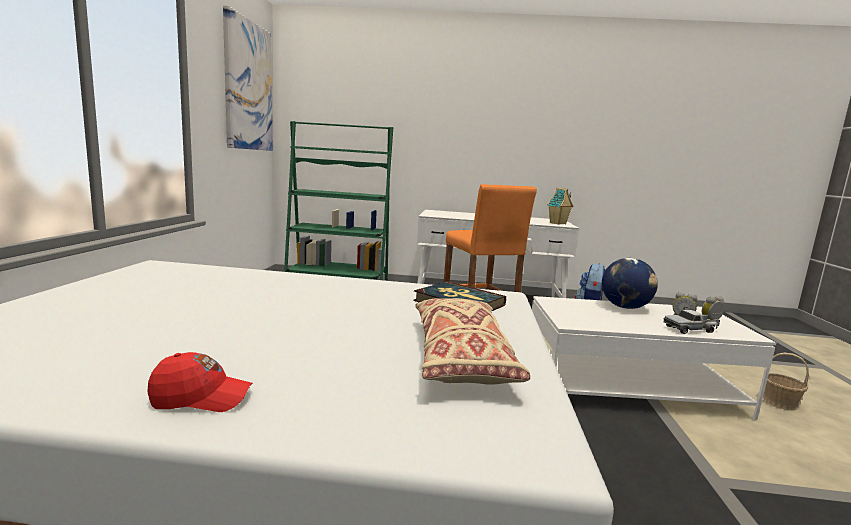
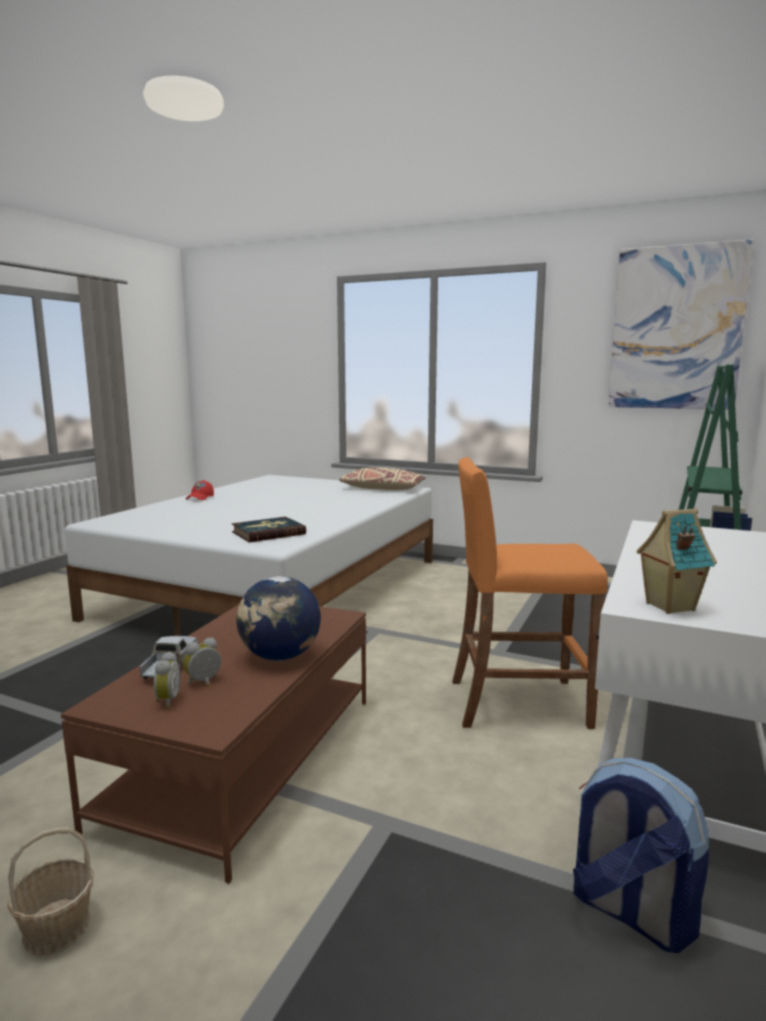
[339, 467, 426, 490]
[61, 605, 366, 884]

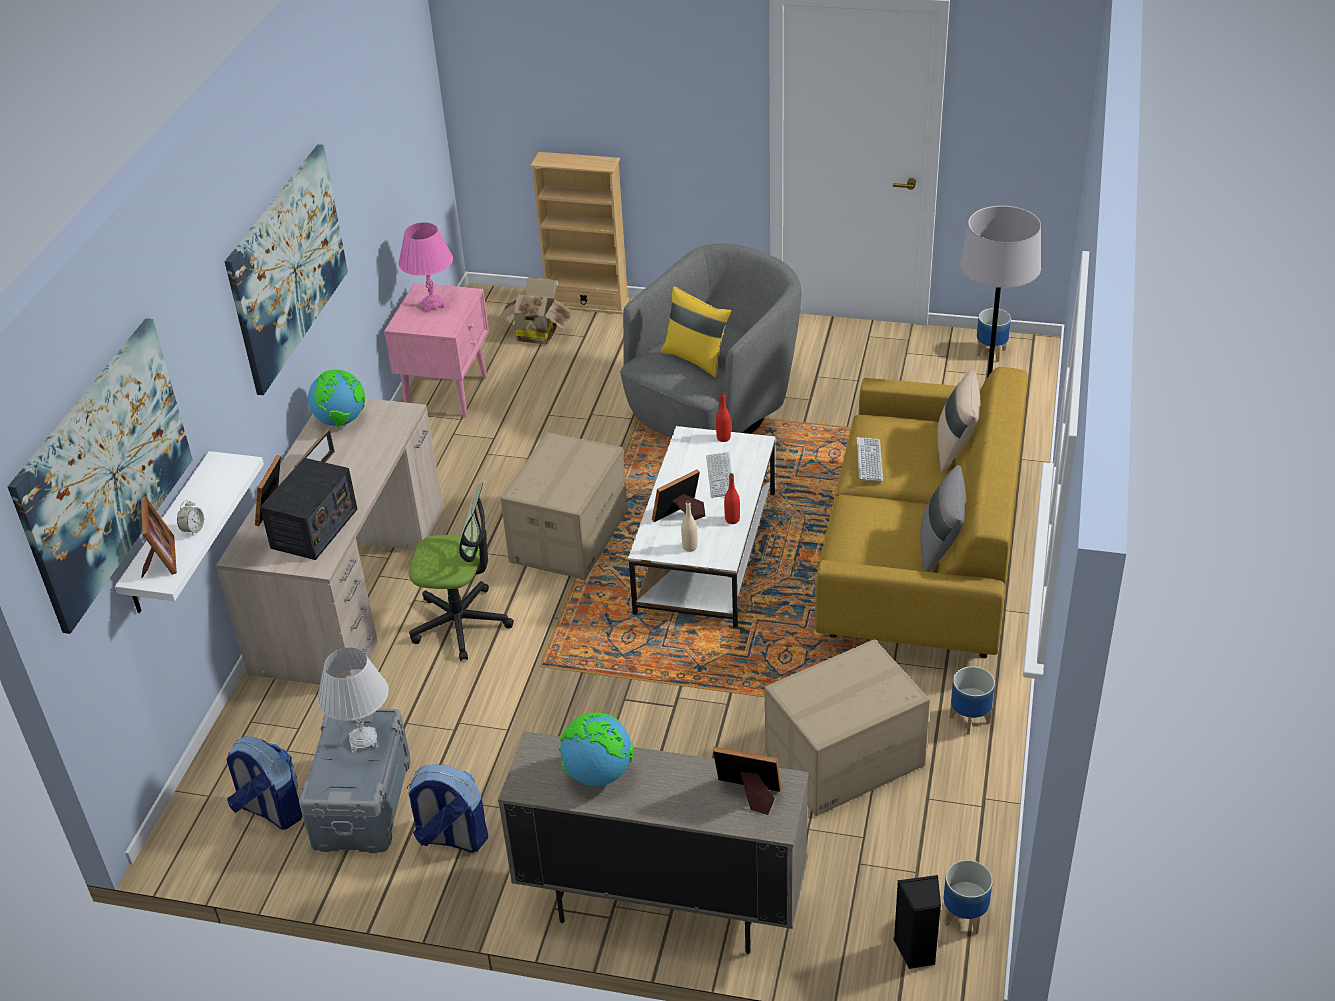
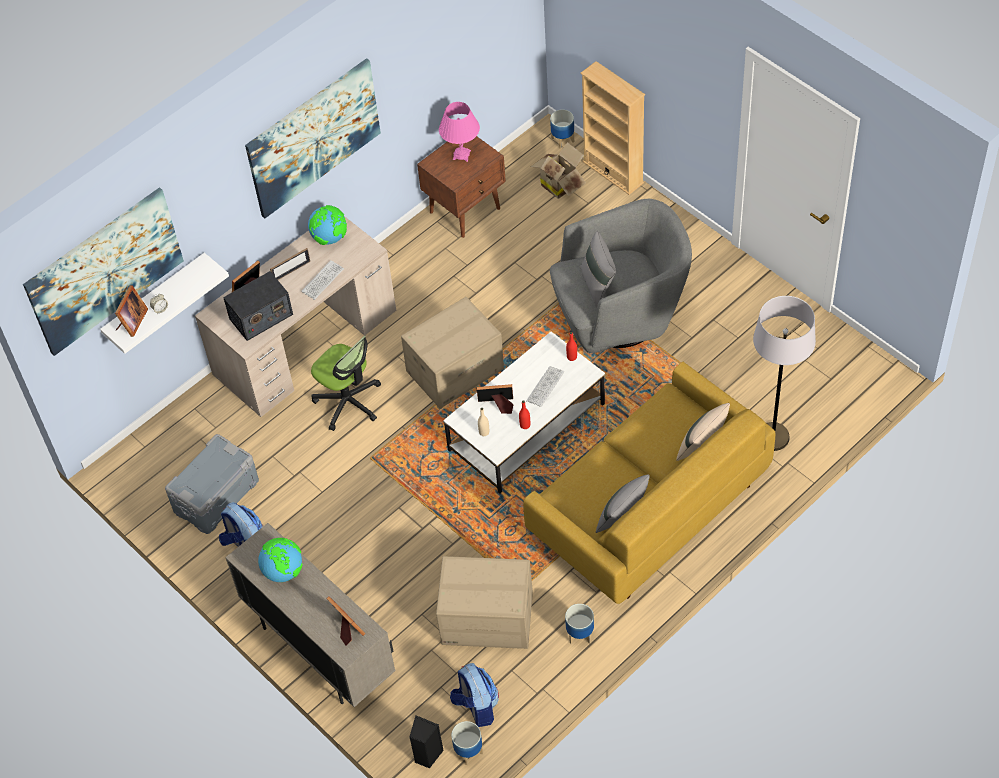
[450, 663, 499, 727]
[317, 648, 389, 753] (first image)
[417, 136, 506, 238]
[580, 231, 616, 307]
[301, 260, 344, 300]
[550, 109, 574, 149]

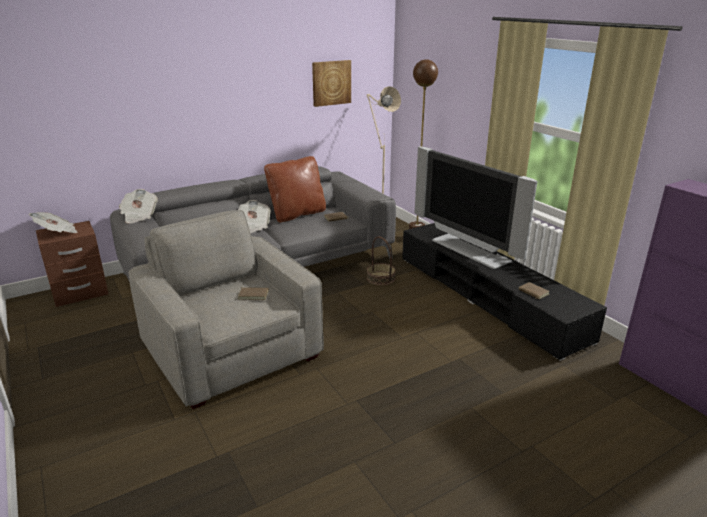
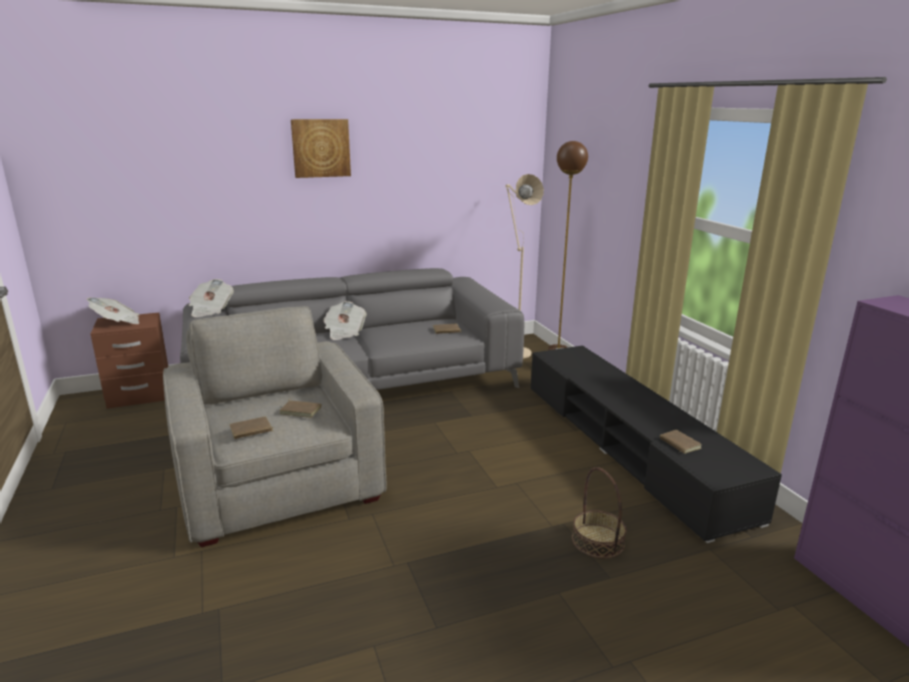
[264, 156, 326, 223] (first image)
[291, 119, 351, 178]
[572, 467, 627, 559]
[415, 146, 538, 269] (first image)
[229, 416, 273, 439]

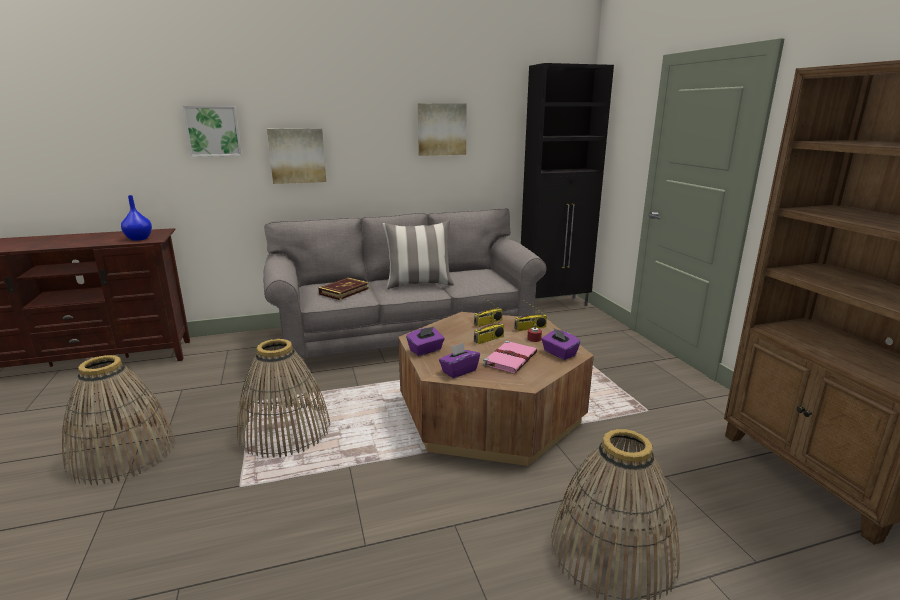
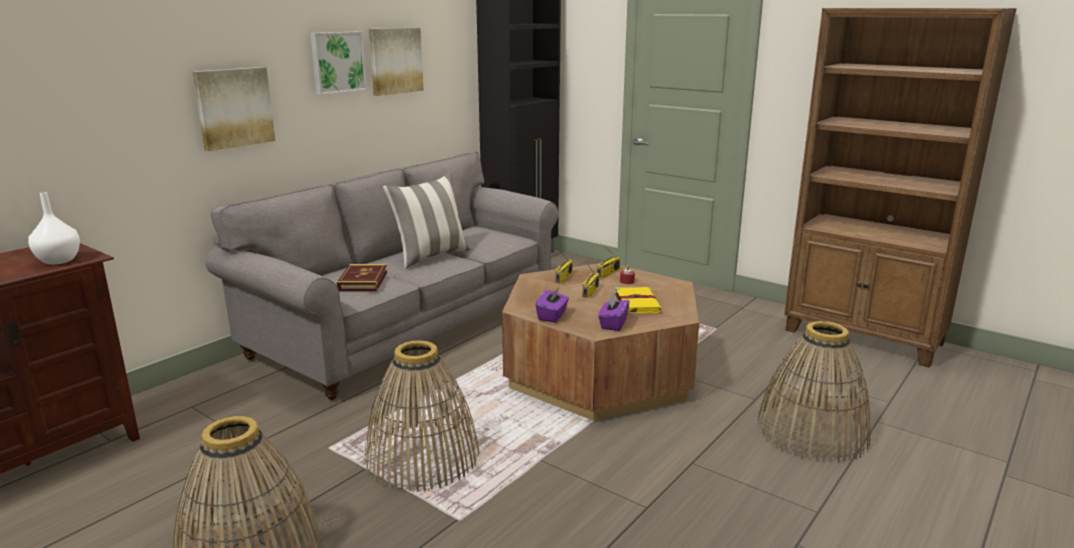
[28, 192, 80, 265]
[310, 31, 367, 95]
[614, 287, 662, 314]
[541, 328, 580, 360] (first image)

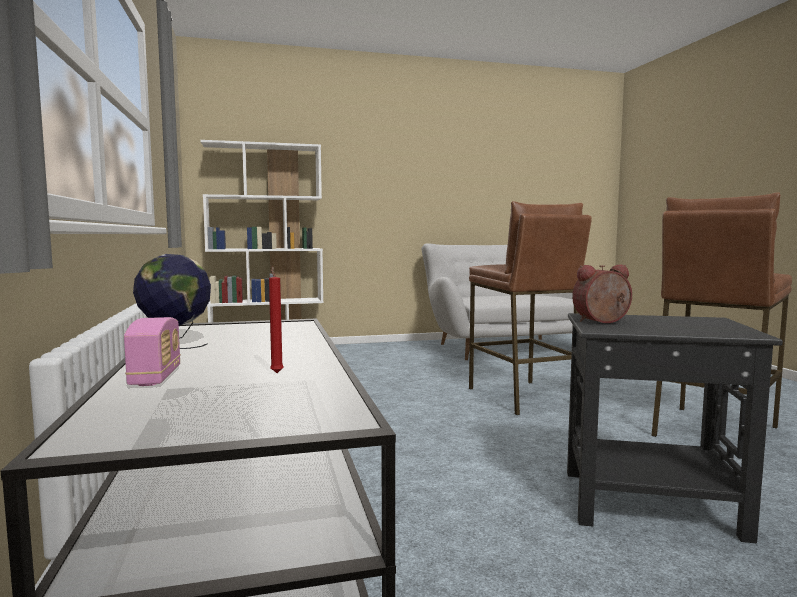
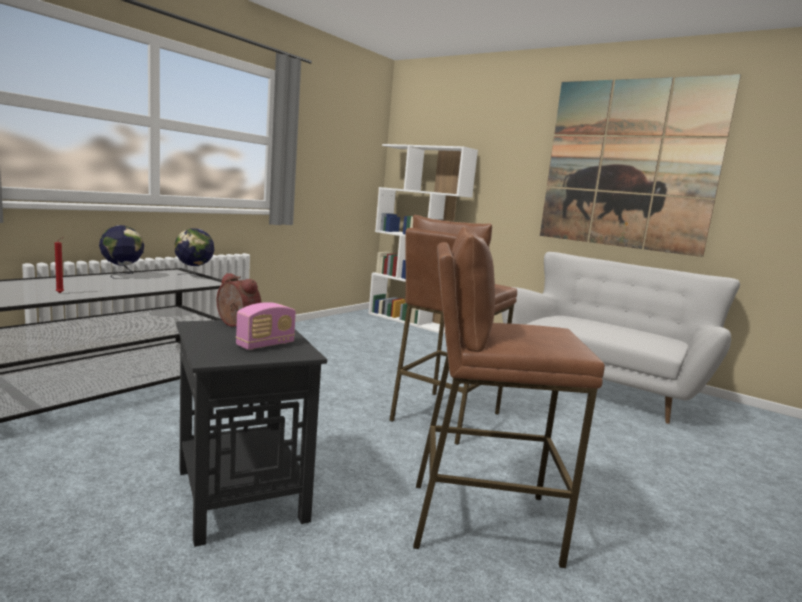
[236, 302, 296, 350]
[174, 228, 214, 277]
[540, 74, 741, 257]

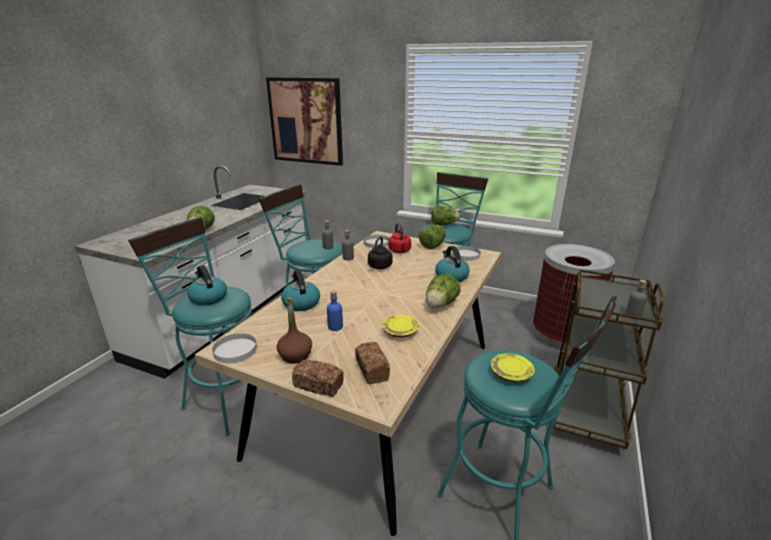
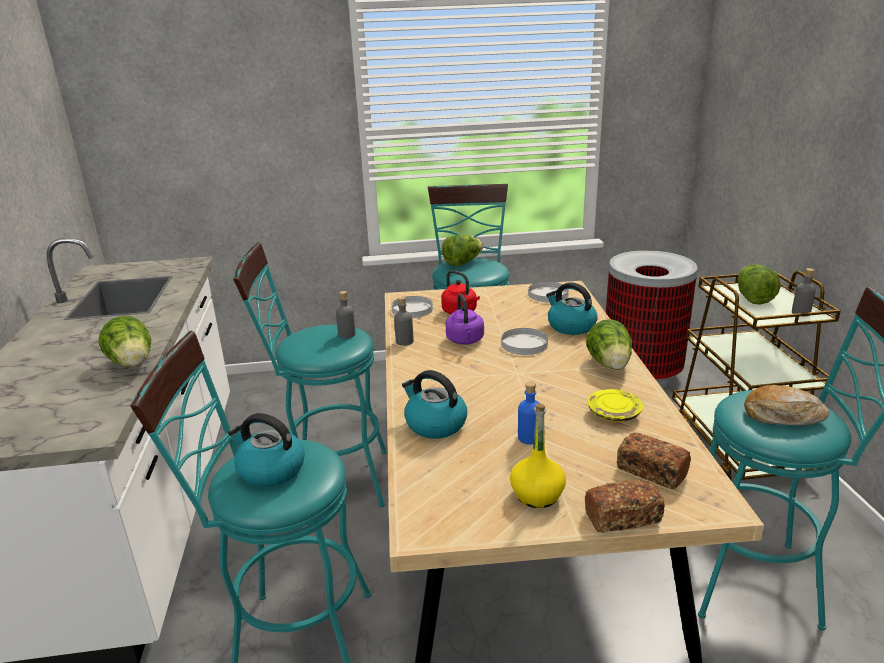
[501, 328, 548, 355]
[266, 77, 343, 166] (first image)
[510, 404, 566, 508]
[446, 294, 484, 345]
[738, 264, 781, 305]
[744, 385, 829, 426]

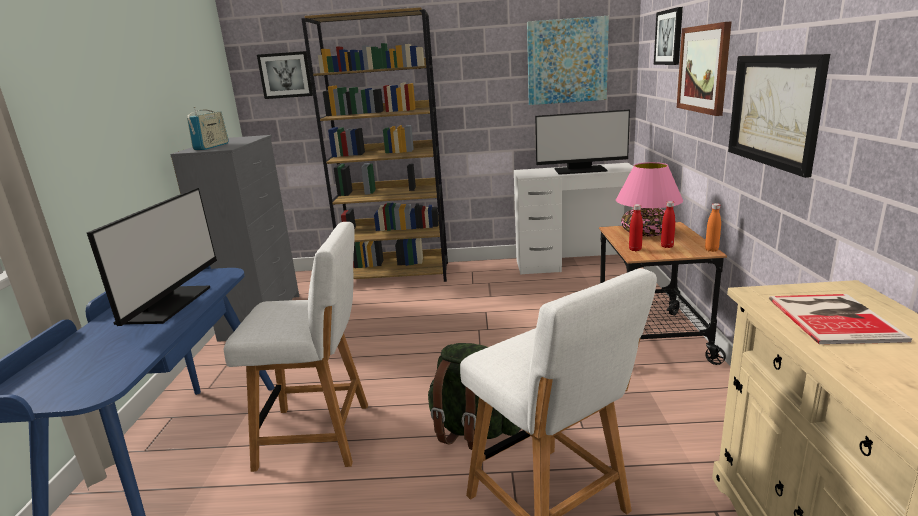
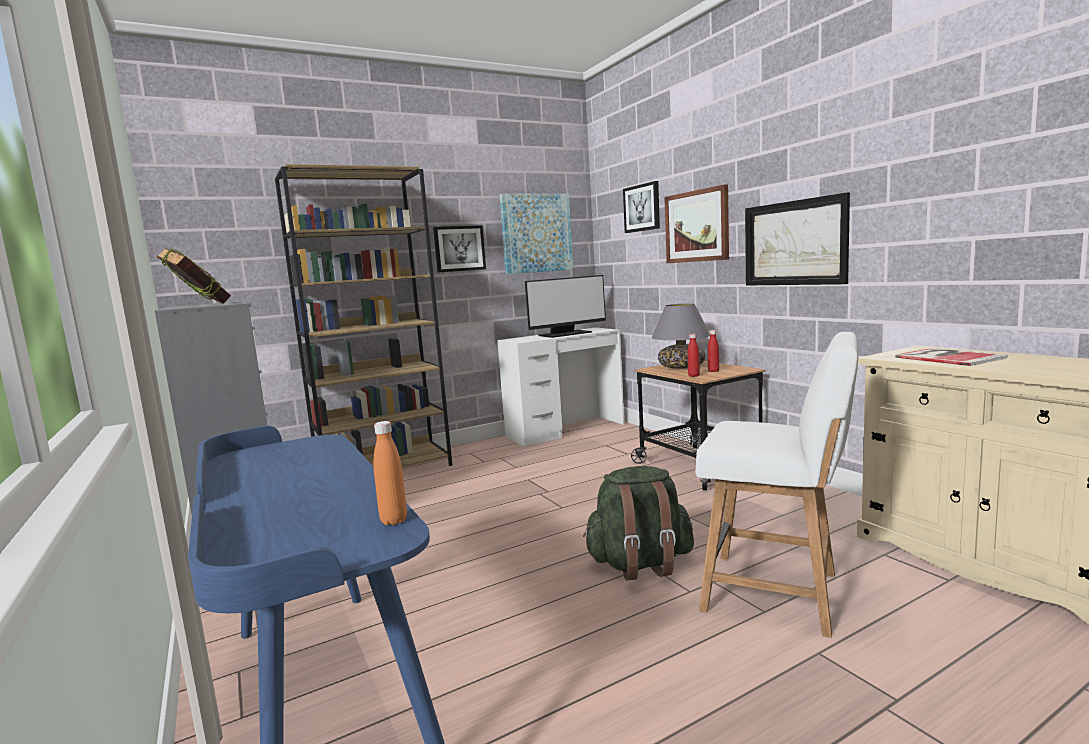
[87, 188, 217, 326] (first image)
[157, 247, 231, 304]
[224, 222, 368, 472] (first image)
[433, 225, 486, 273]
[652, 303, 710, 369]
[374, 421, 407, 525]

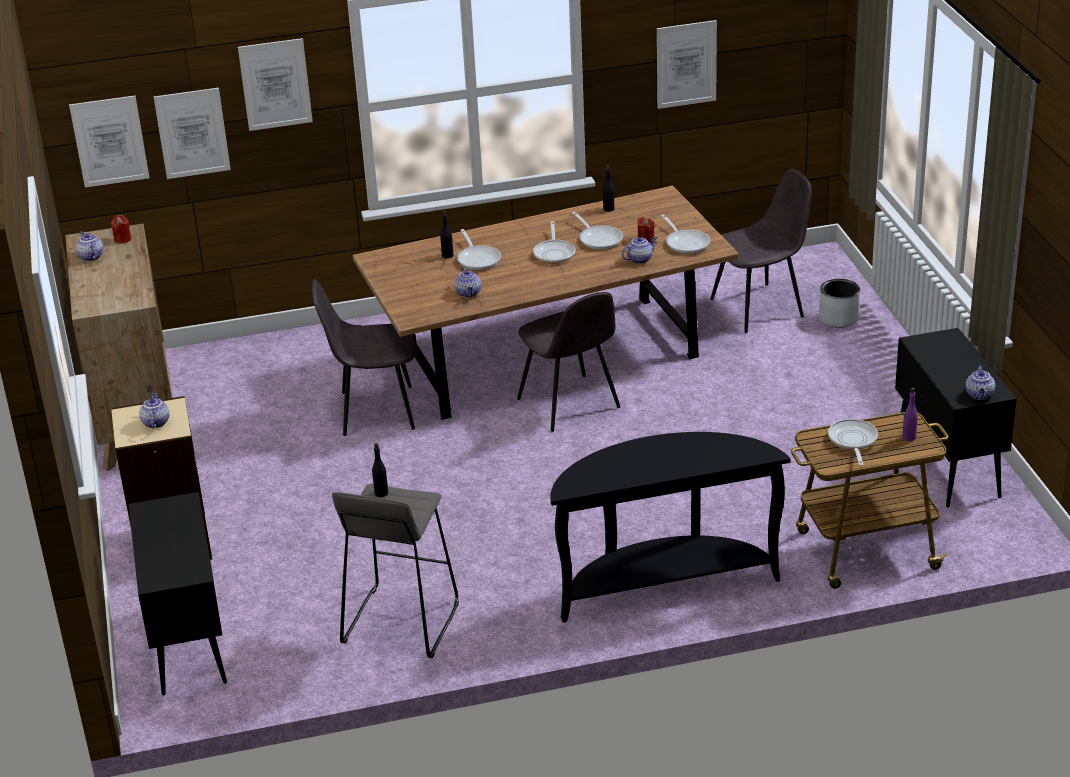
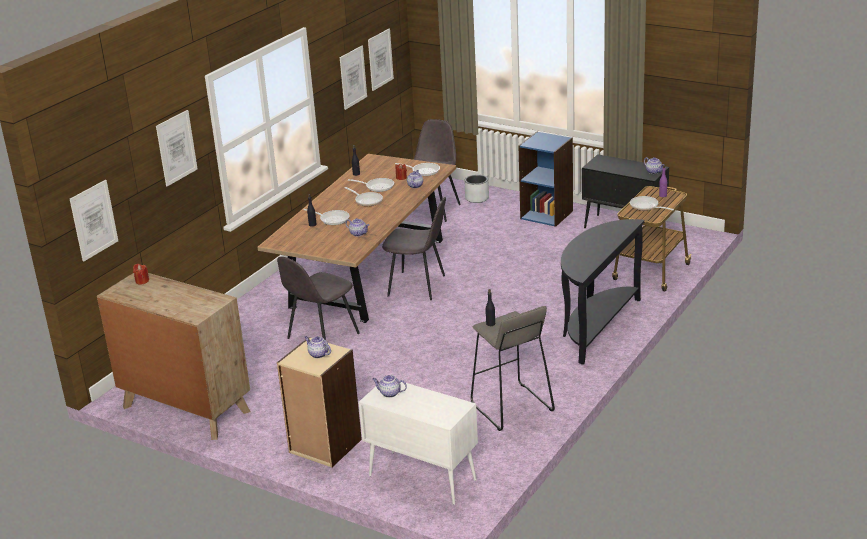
[372, 375, 407, 398]
[359, 382, 478, 505]
[368, 29, 394, 91]
[518, 132, 573, 227]

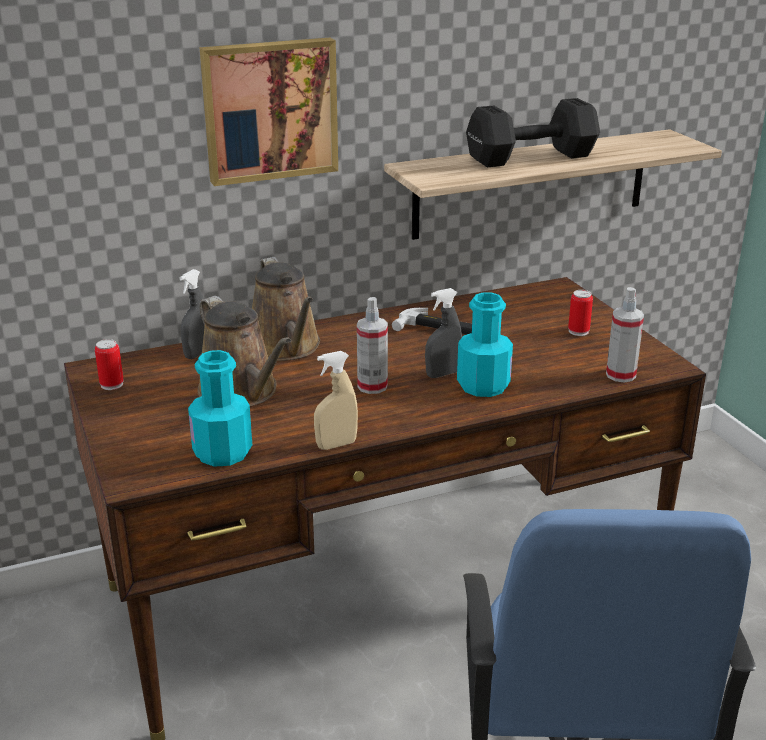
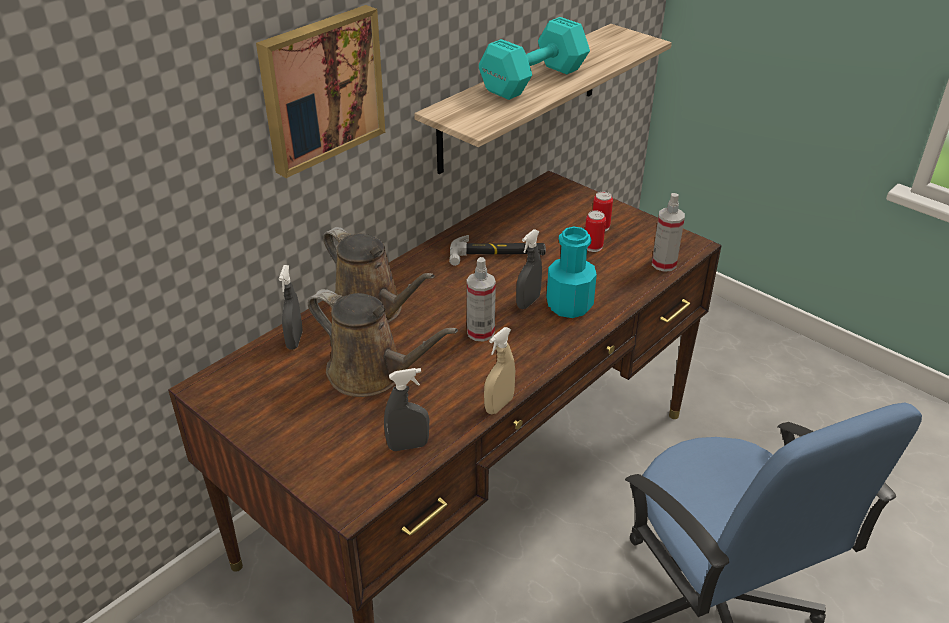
[585, 210, 606, 252]
[384, 368, 429, 451]
[479, 17, 590, 100]

